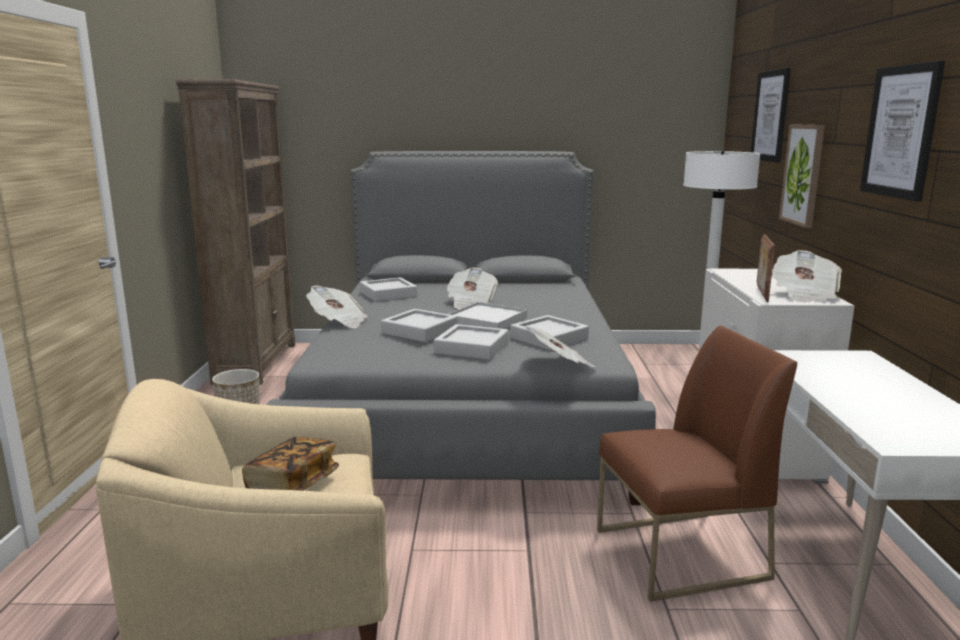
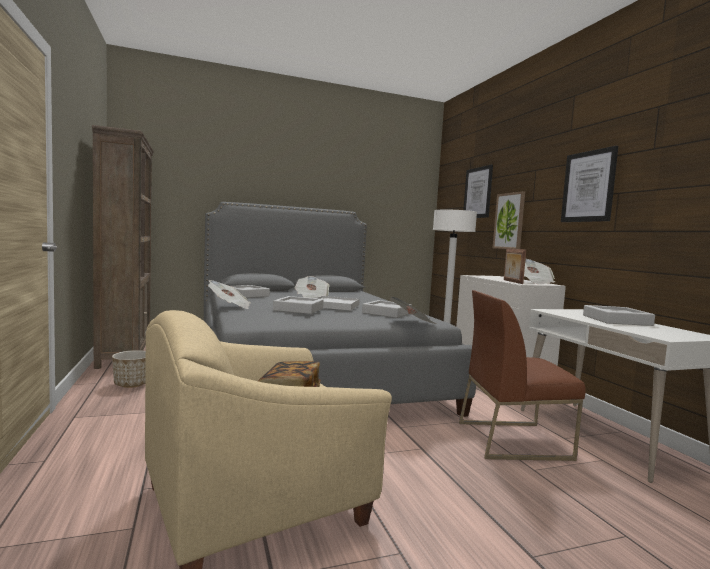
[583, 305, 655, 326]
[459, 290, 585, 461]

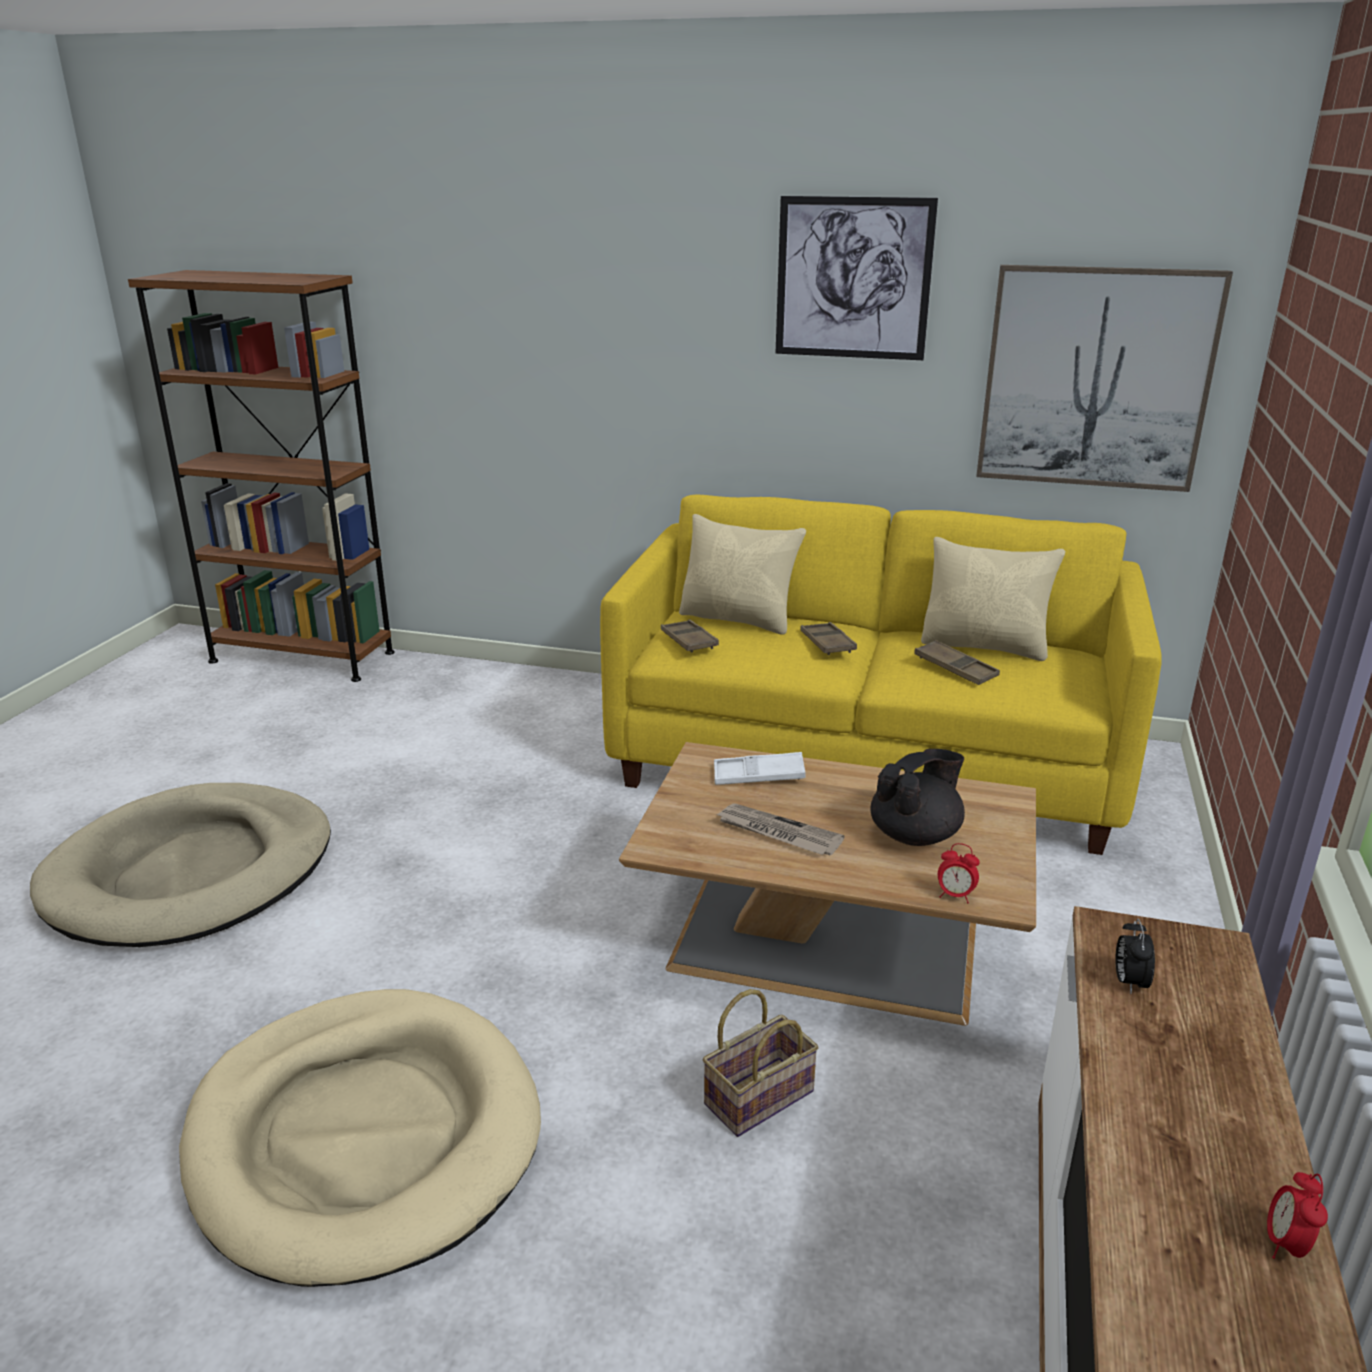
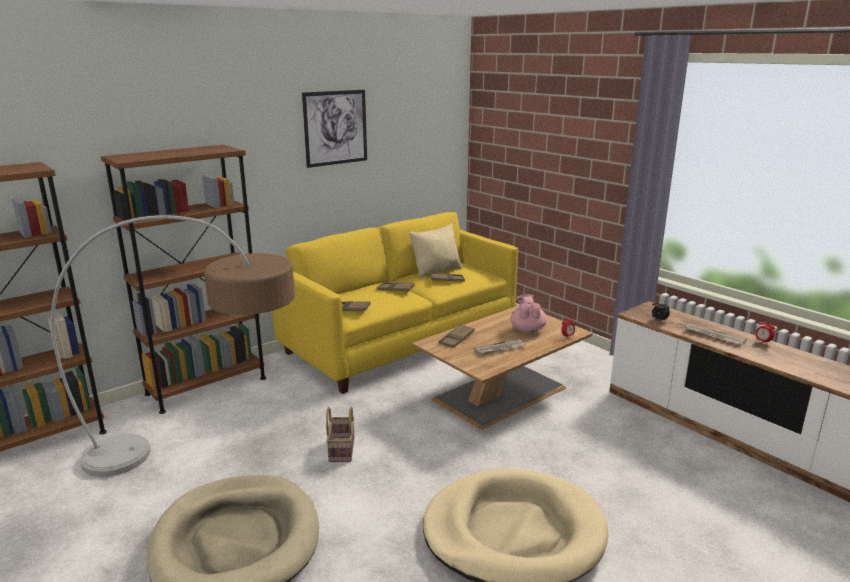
[679, 514, 806, 635] (first image)
[326, 407, 355, 462]
[439, 324, 475, 348]
[510, 294, 547, 333]
[976, 265, 1233, 492] (first image)
[51, 215, 295, 477]
[101, 145, 266, 414]
[686, 324, 747, 345]

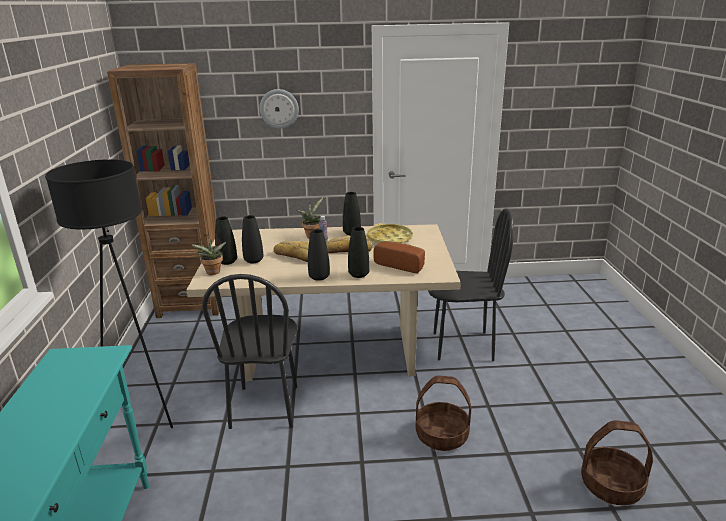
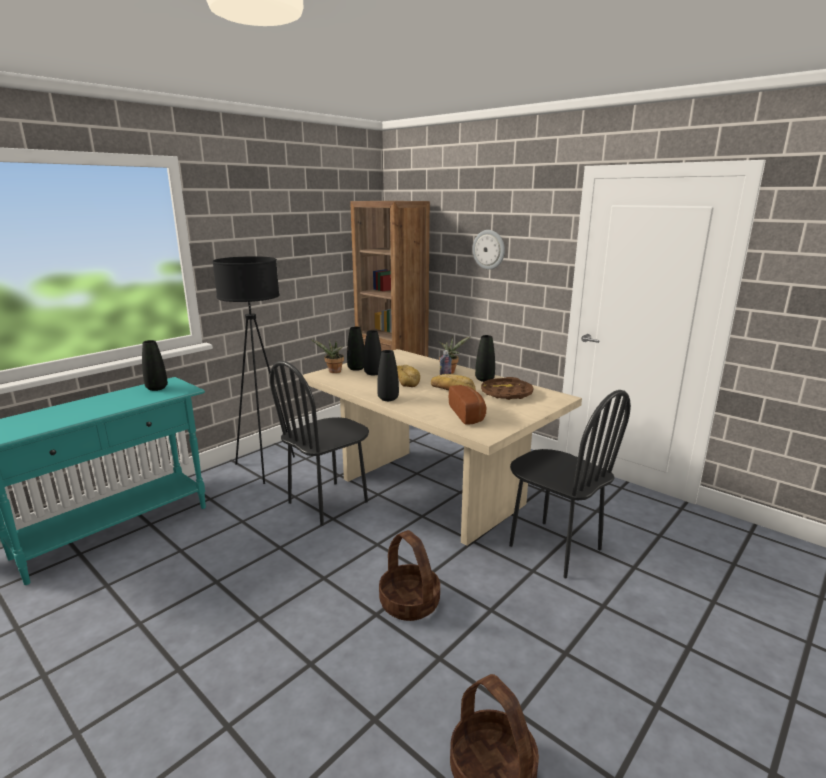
[142, 340, 168, 391]
[481, 377, 533, 400]

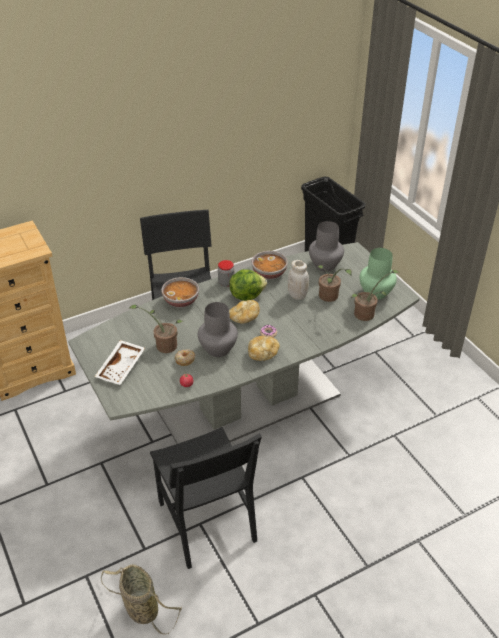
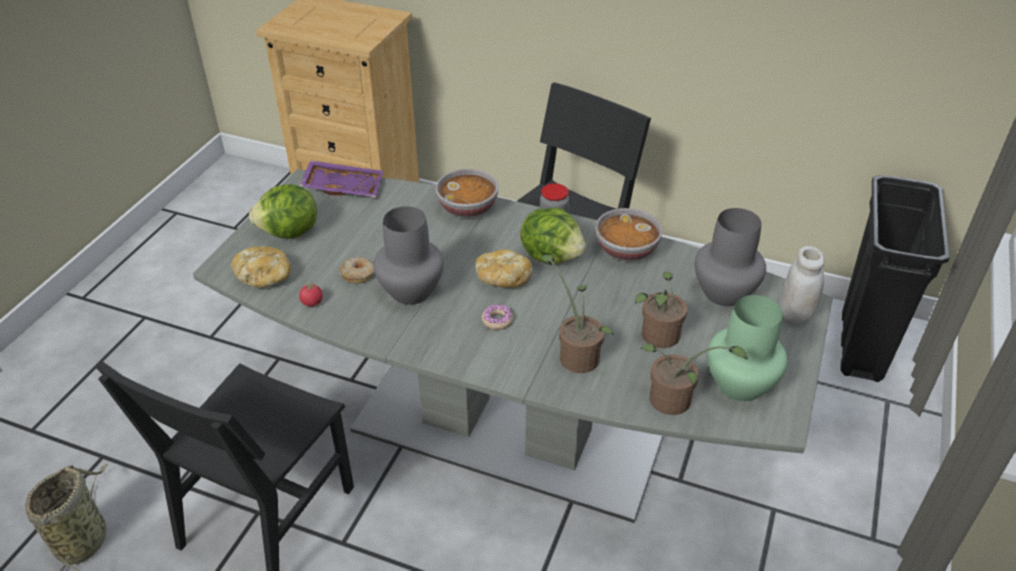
[249, 184, 317, 239]
[541, 254, 614, 373]
[231, 246, 291, 288]
[781, 246, 824, 324]
[300, 160, 383, 197]

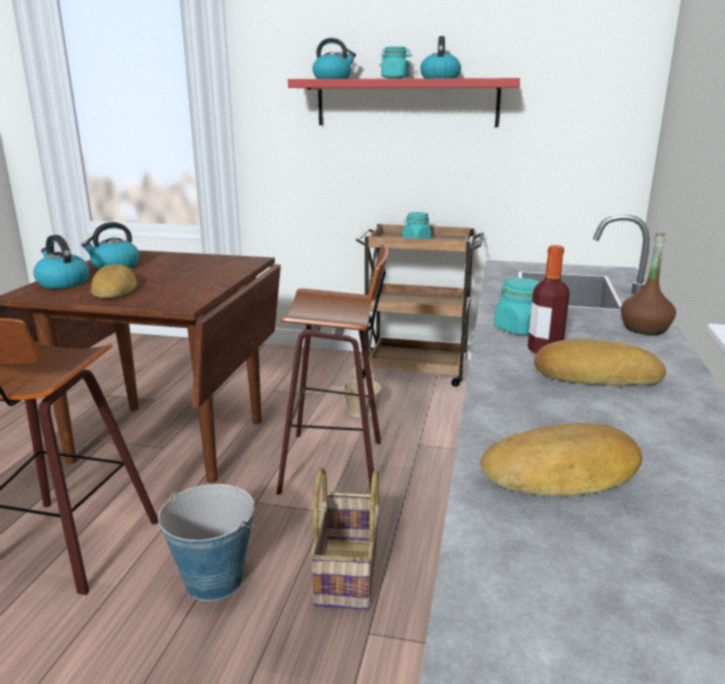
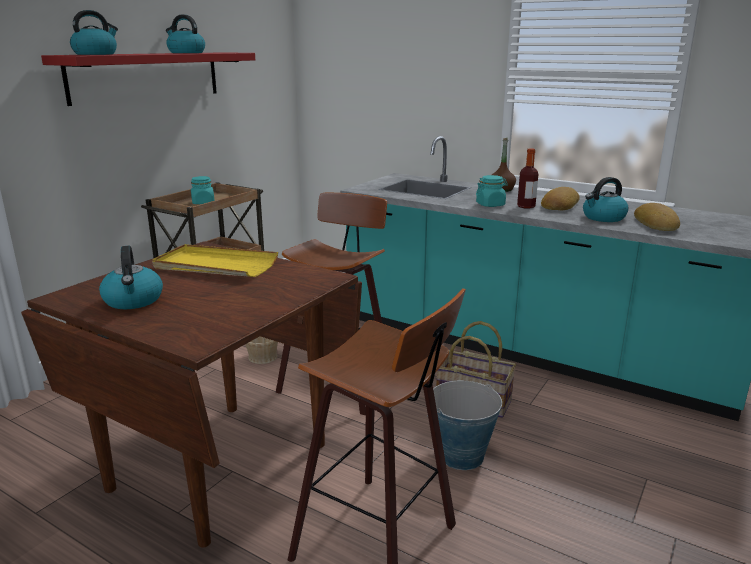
[583, 177, 628, 222]
[91, 264, 137, 298] (first image)
[380, 46, 412, 79] (first image)
[152, 244, 278, 277]

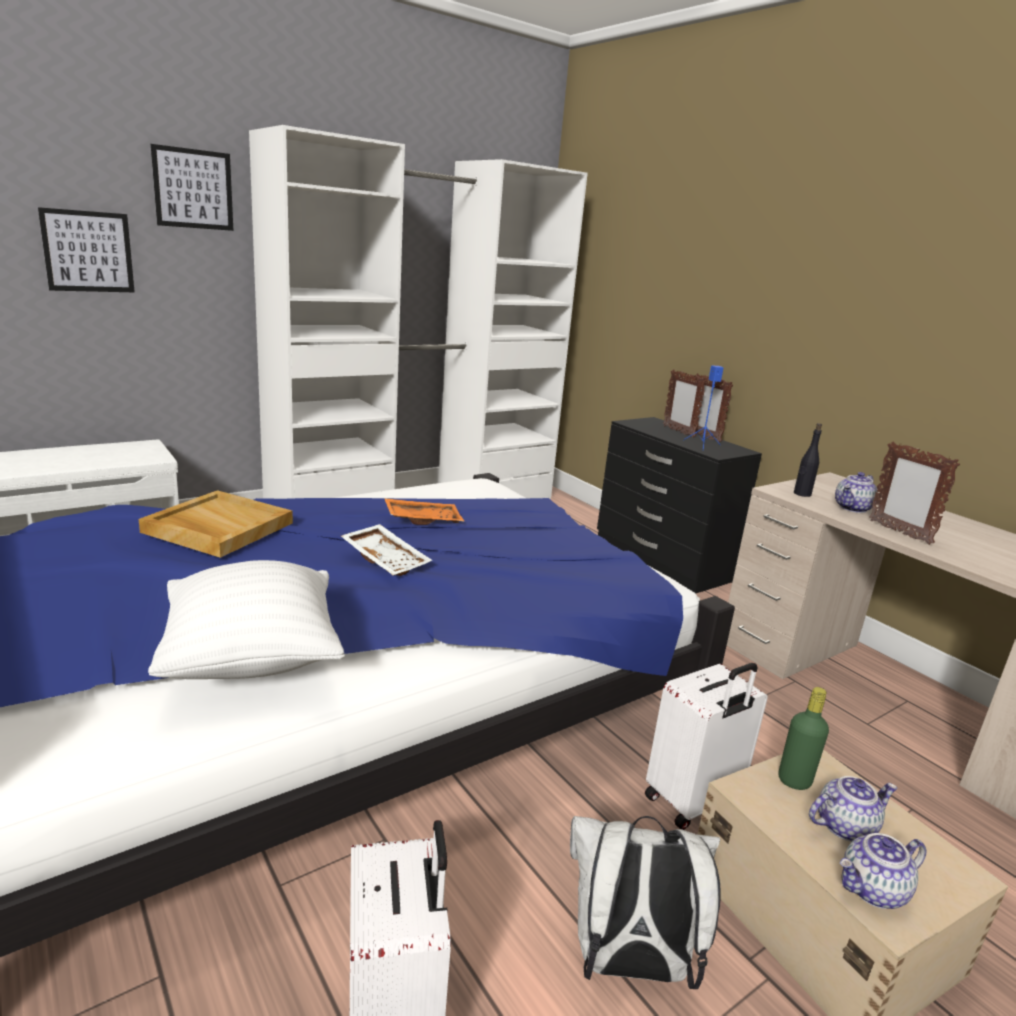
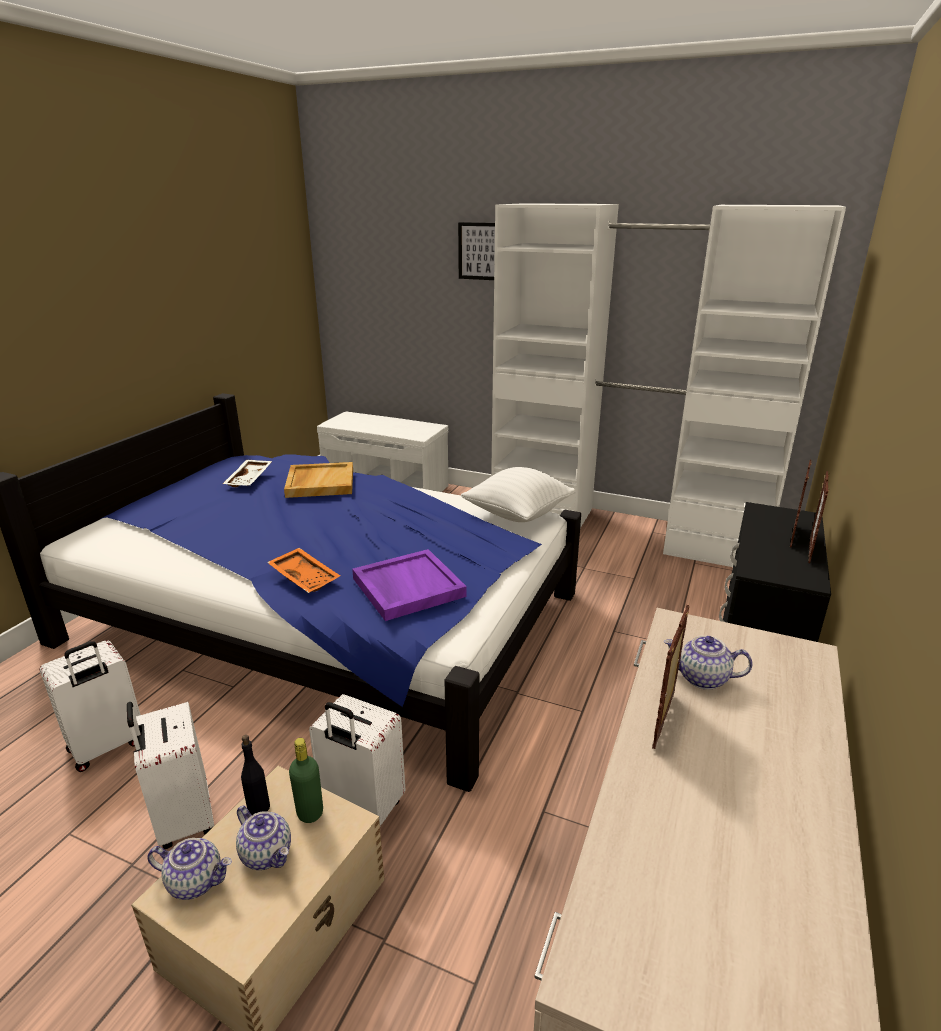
[38, 207, 135, 292] (first image)
[461, 467, 576, 522]
[223, 460, 272, 487]
[267, 548, 340, 593]
[127, 702, 214, 849]
[684, 365, 724, 451] (first image)
[241, 735, 270, 815]
[148, 838, 232, 900]
[352, 549, 467, 621]

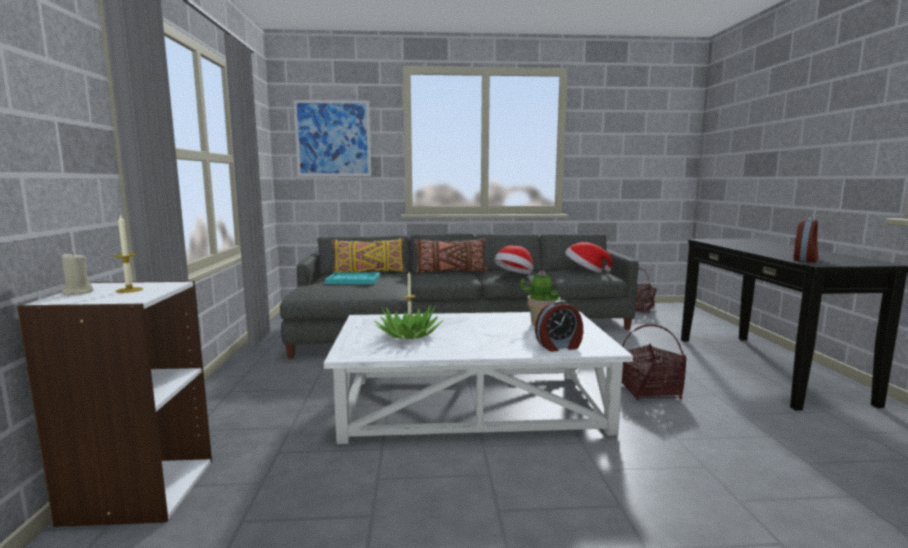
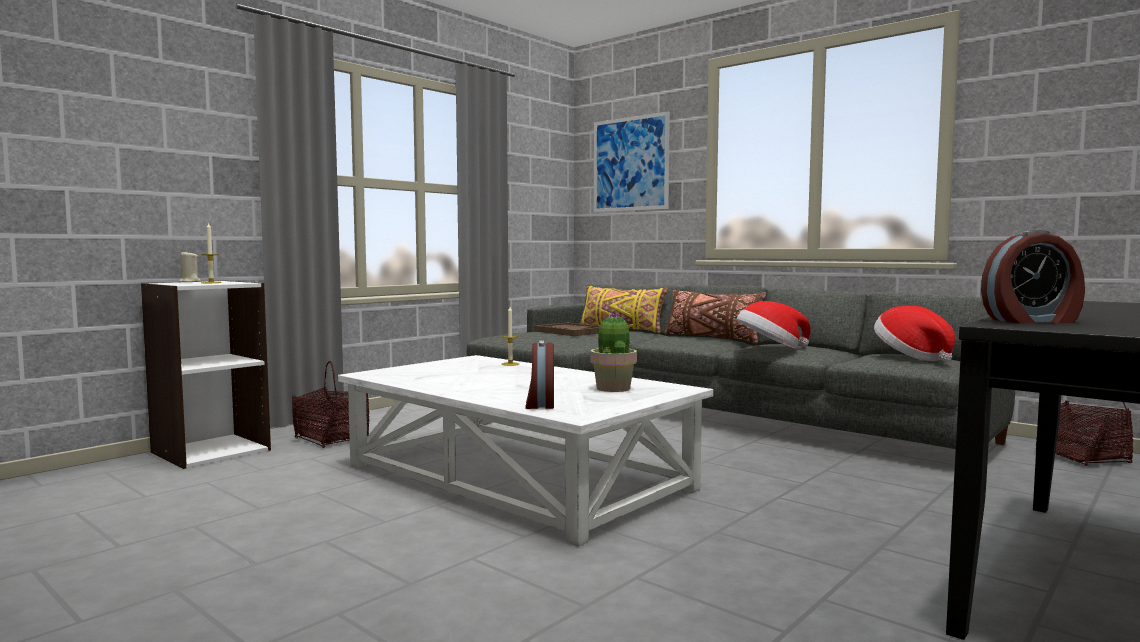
[535, 323, 599, 336]
[375, 305, 443, 339] (first image)
[525, 340, 554, 409]
[292, 361, 369, 448]

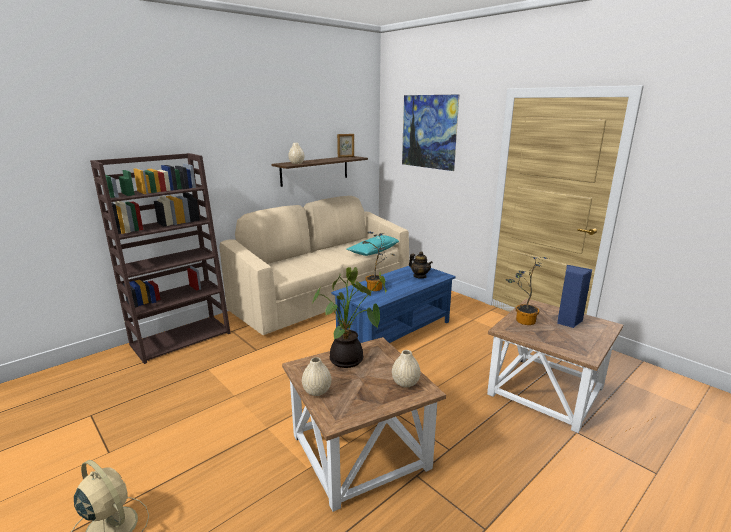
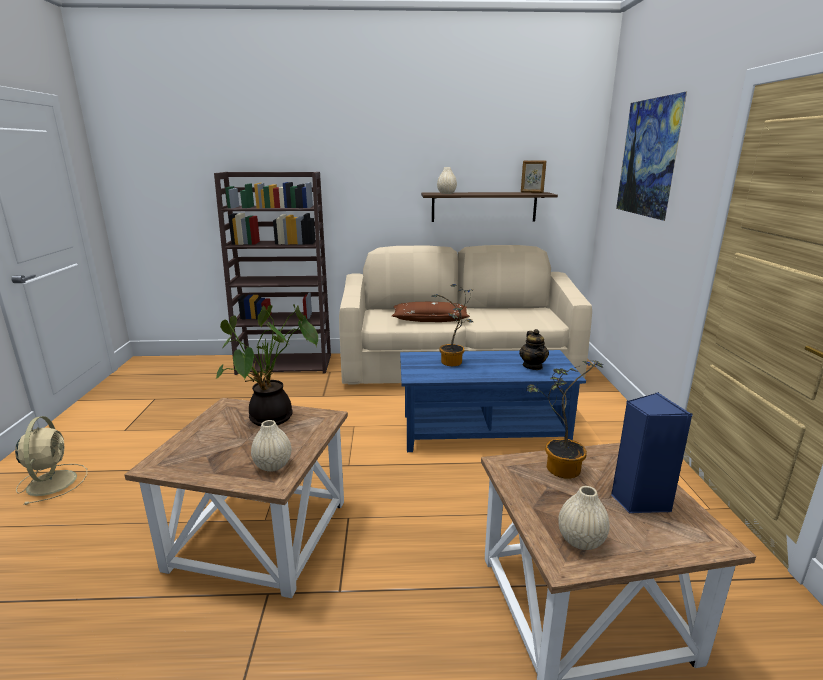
[558, 486, 610, 550]
[346, 235, 399, 256] (first image)
[392, 302, 470, 322]

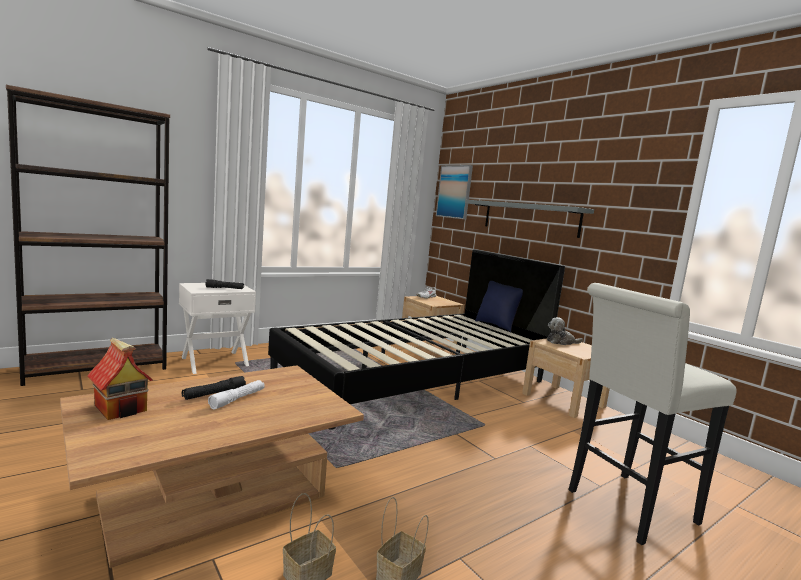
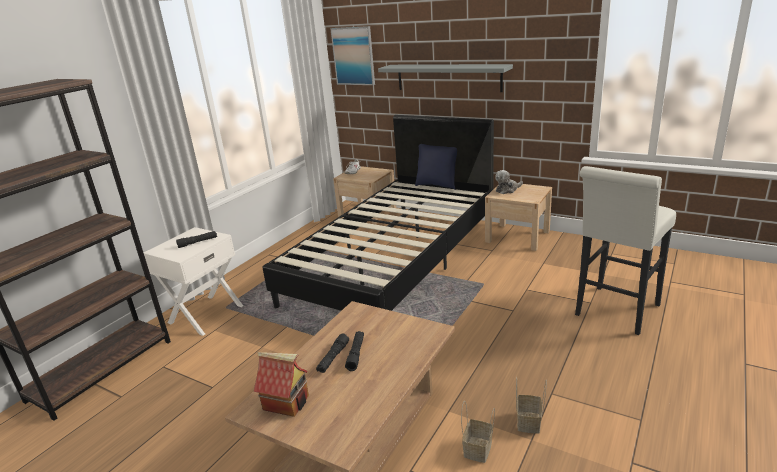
[345, 331, 364, 371]

